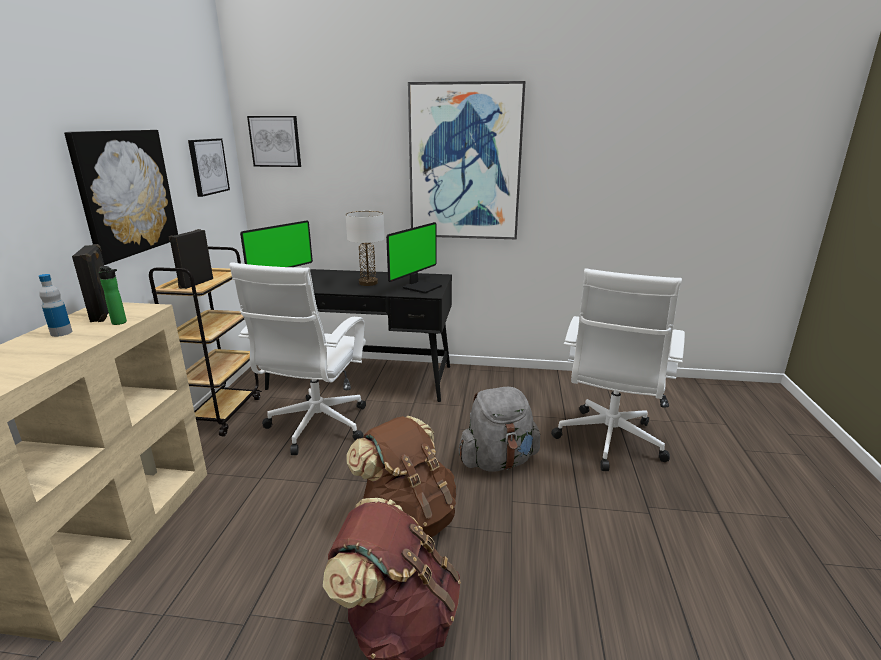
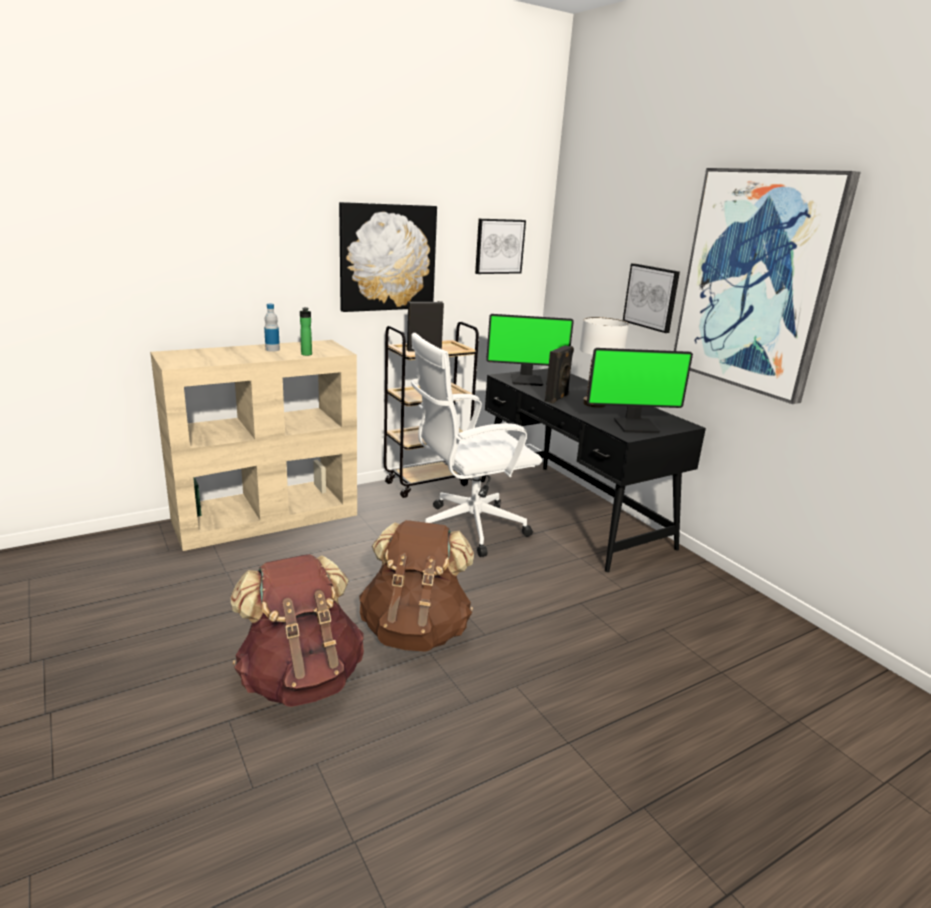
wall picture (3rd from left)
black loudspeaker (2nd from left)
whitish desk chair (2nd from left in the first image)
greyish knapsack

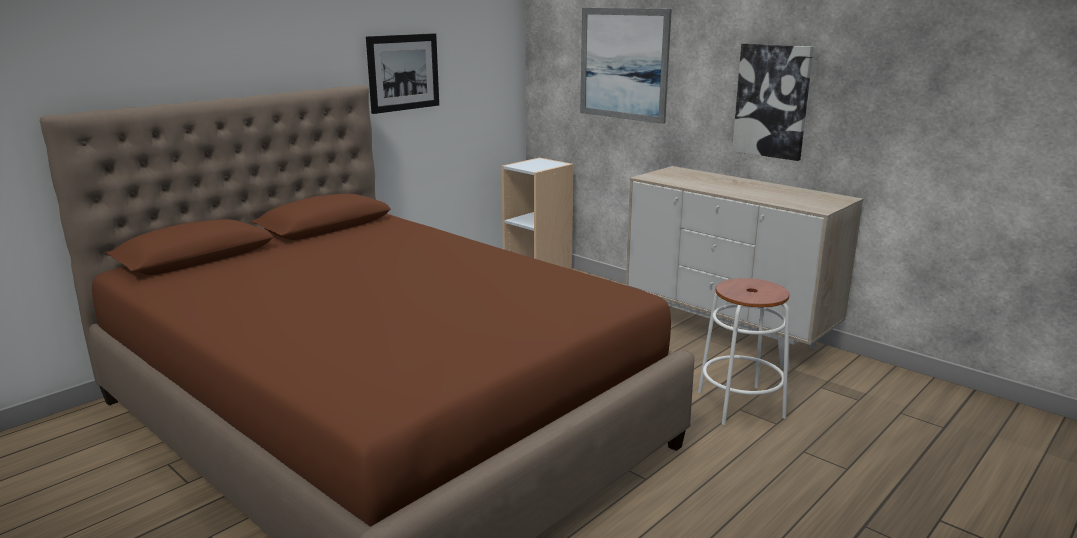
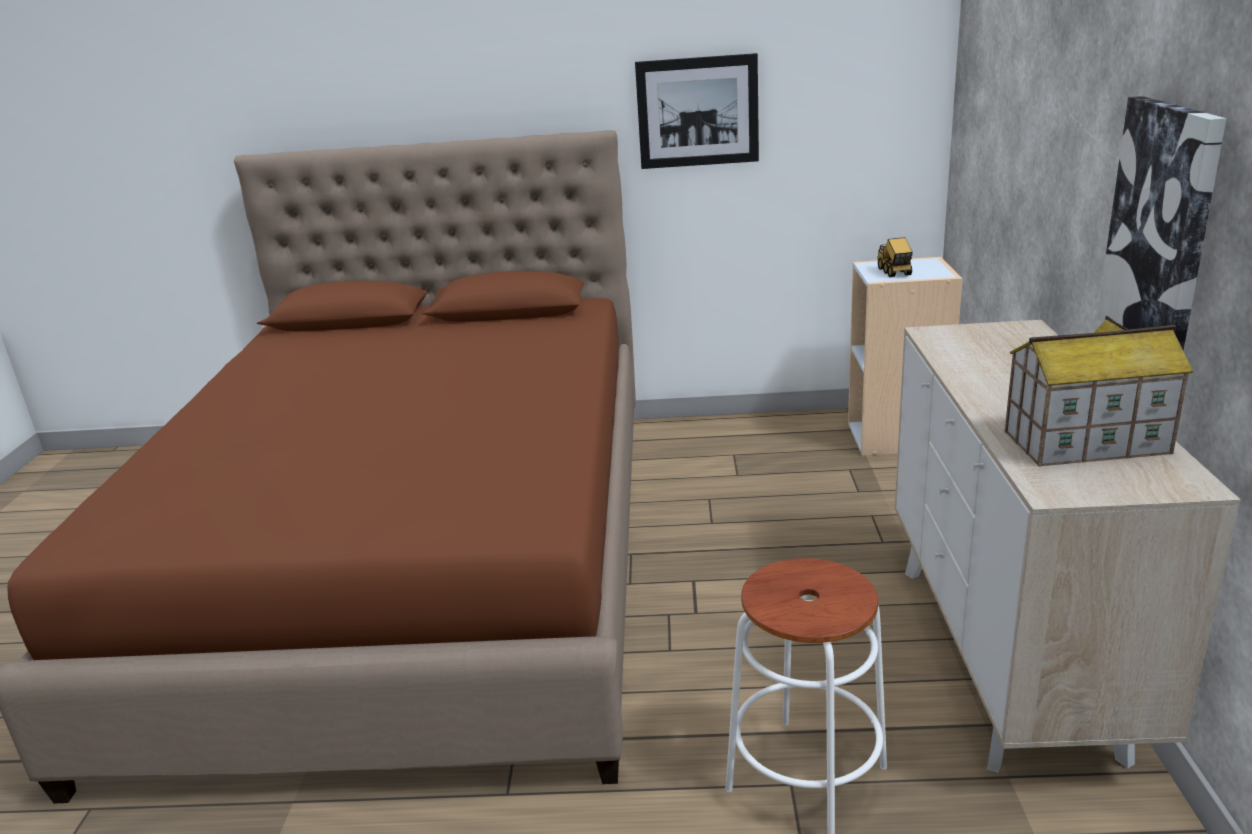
wall picture (2nd from left in the first image)
toy lorry
miniature house

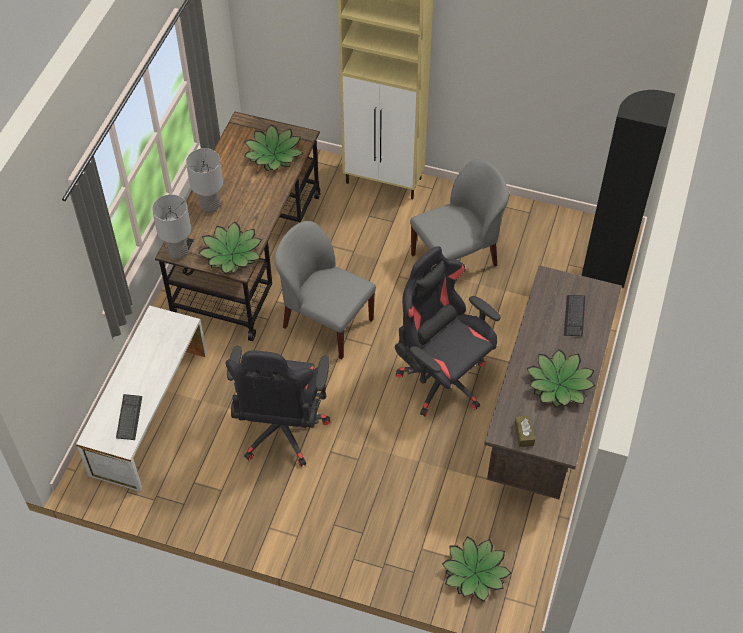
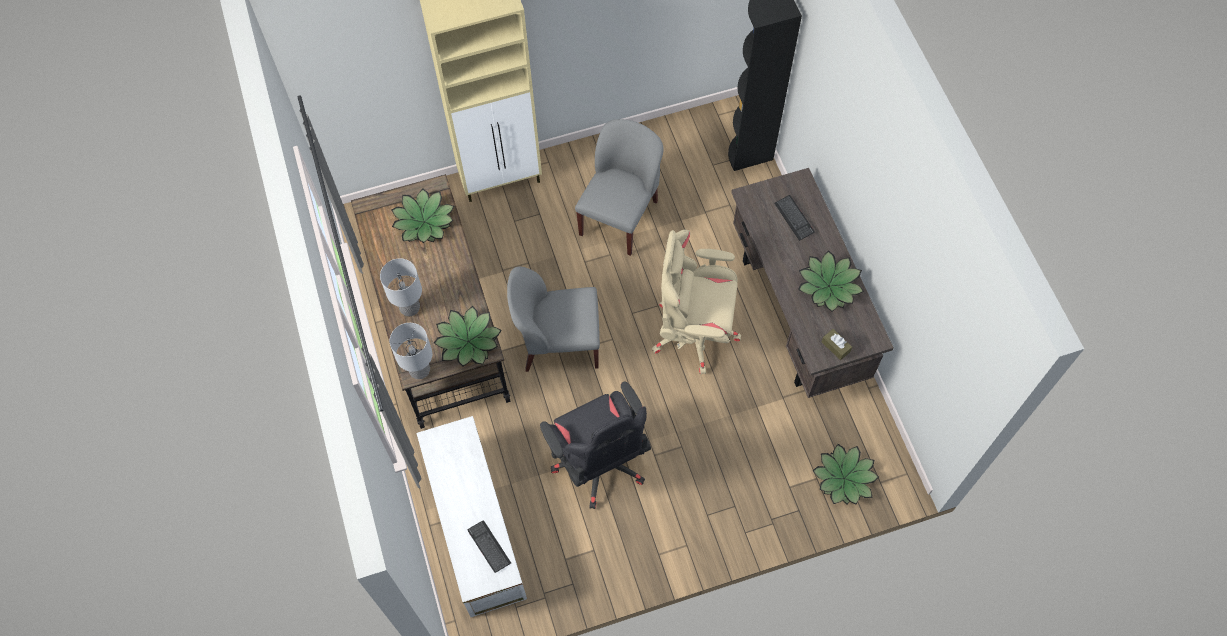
sand-coloured desk chair

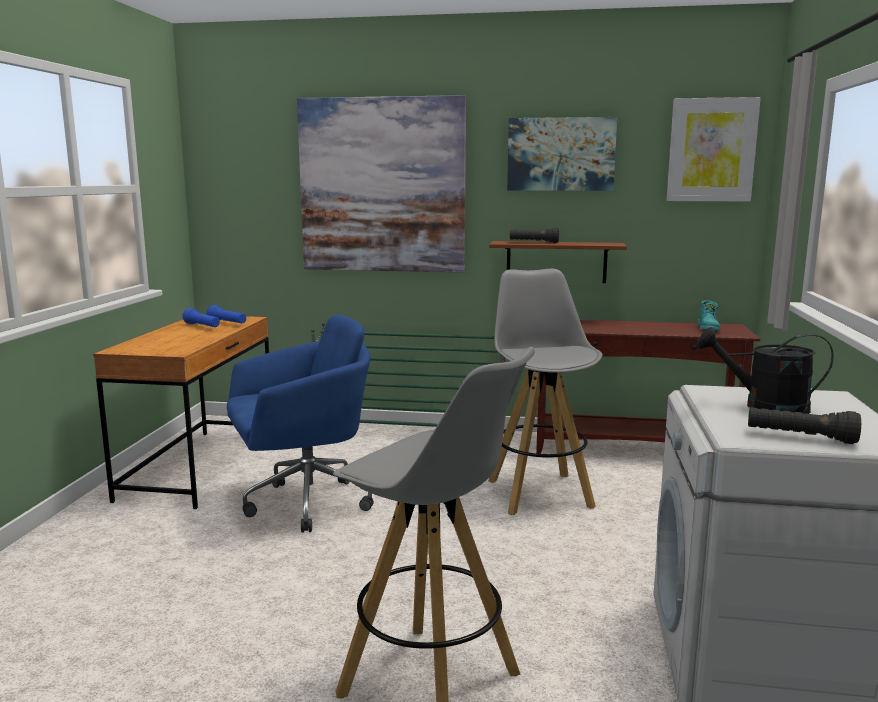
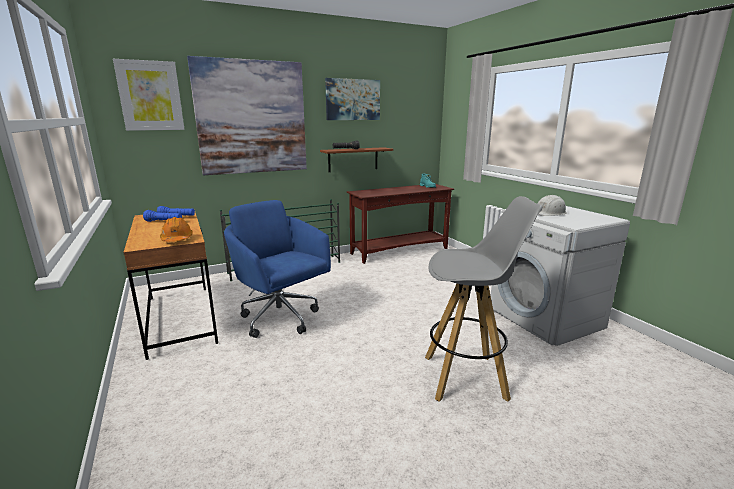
wall picture (1st from left)
greyish stool seat (2nd from left in the first image)
blue desk chair
whitish work helmet
black hand torch (2nd from left in the first image)
orange-coloured work helmet

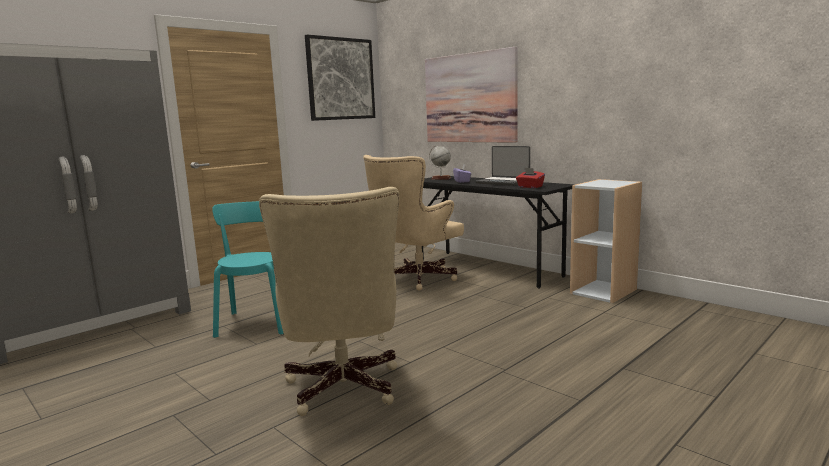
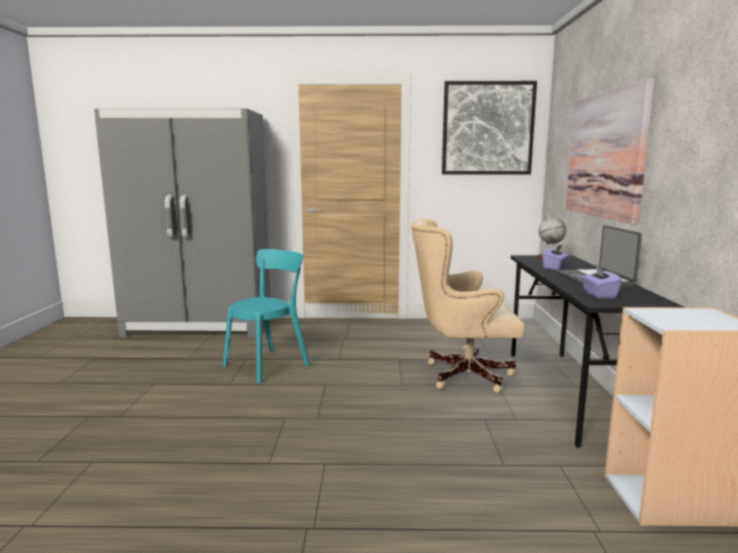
purplish box of tissues (2nd from left)
sand-coloured desk chair (1st from left in the first image)

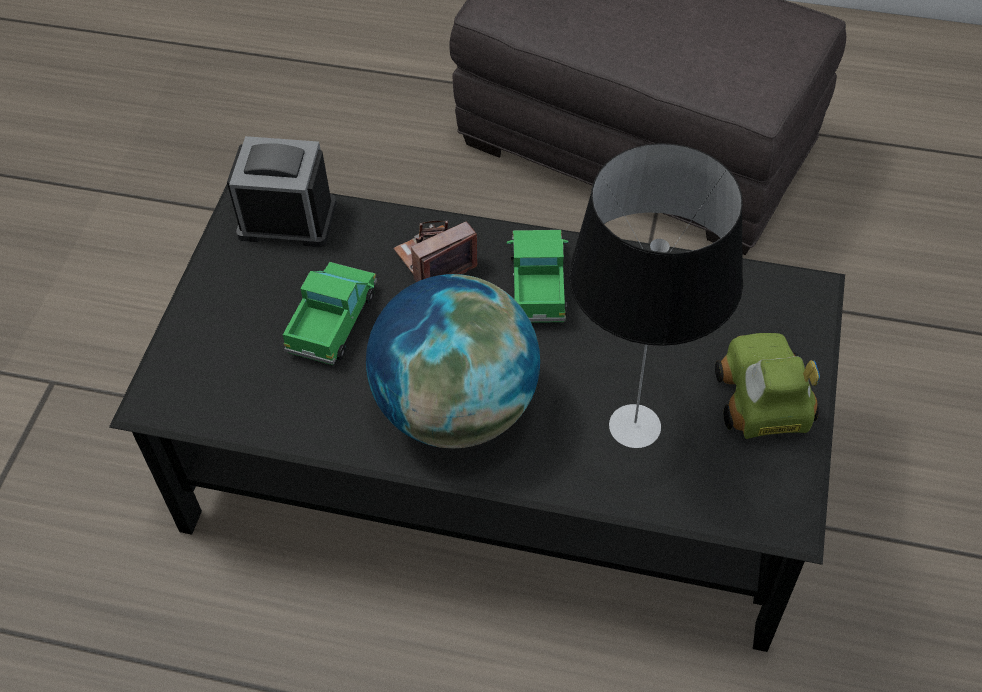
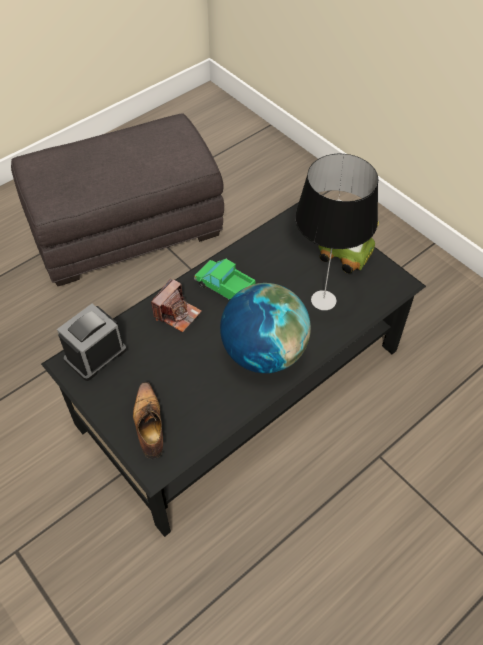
photo camera
toy lorry (1st from left in the first image)
low shoe

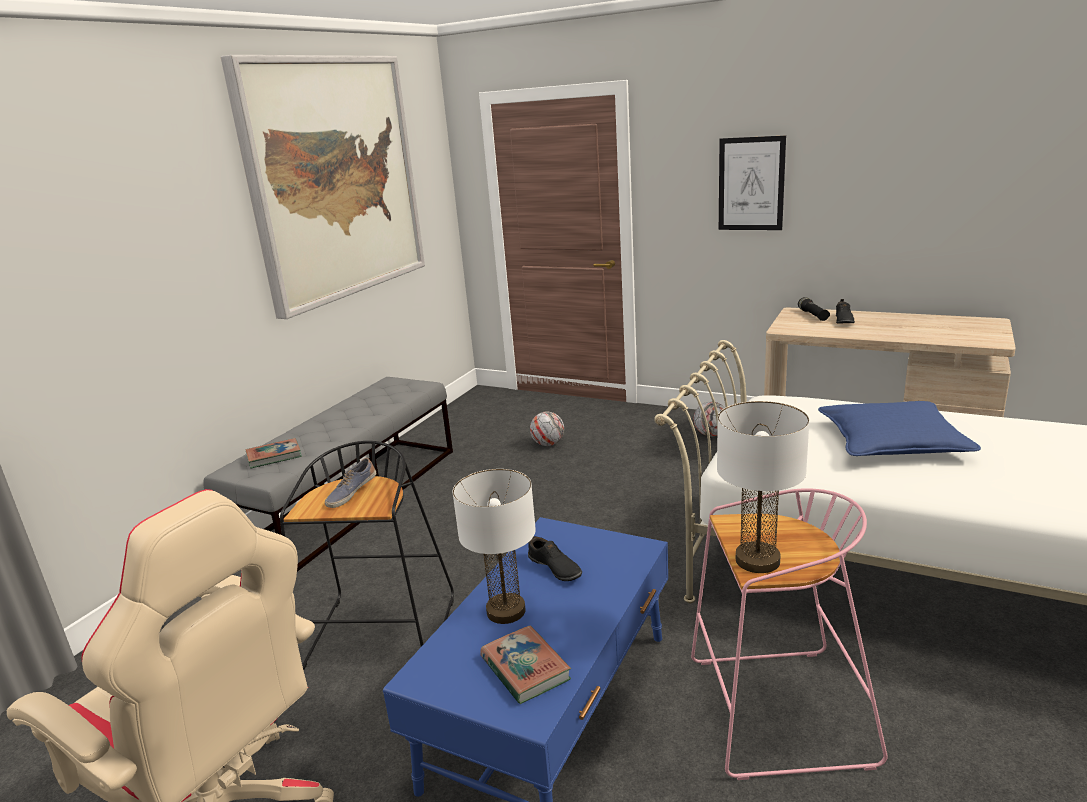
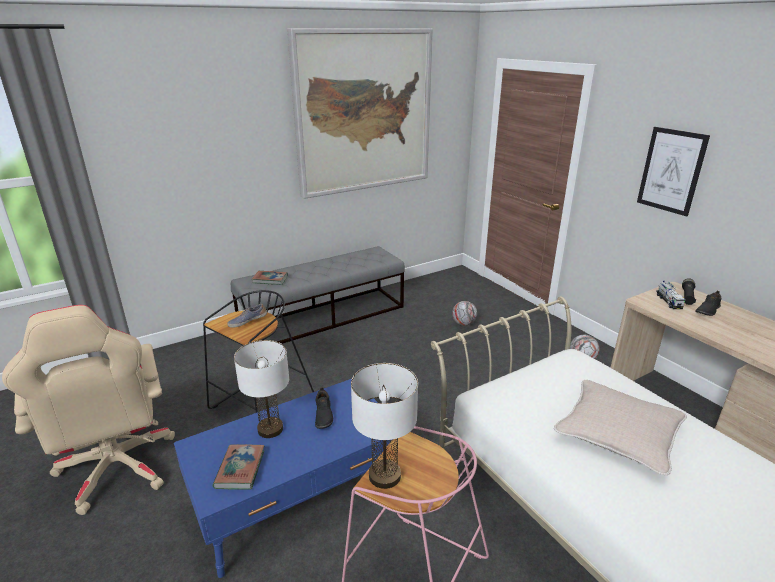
sand-coloured throw pillow
toy lorry

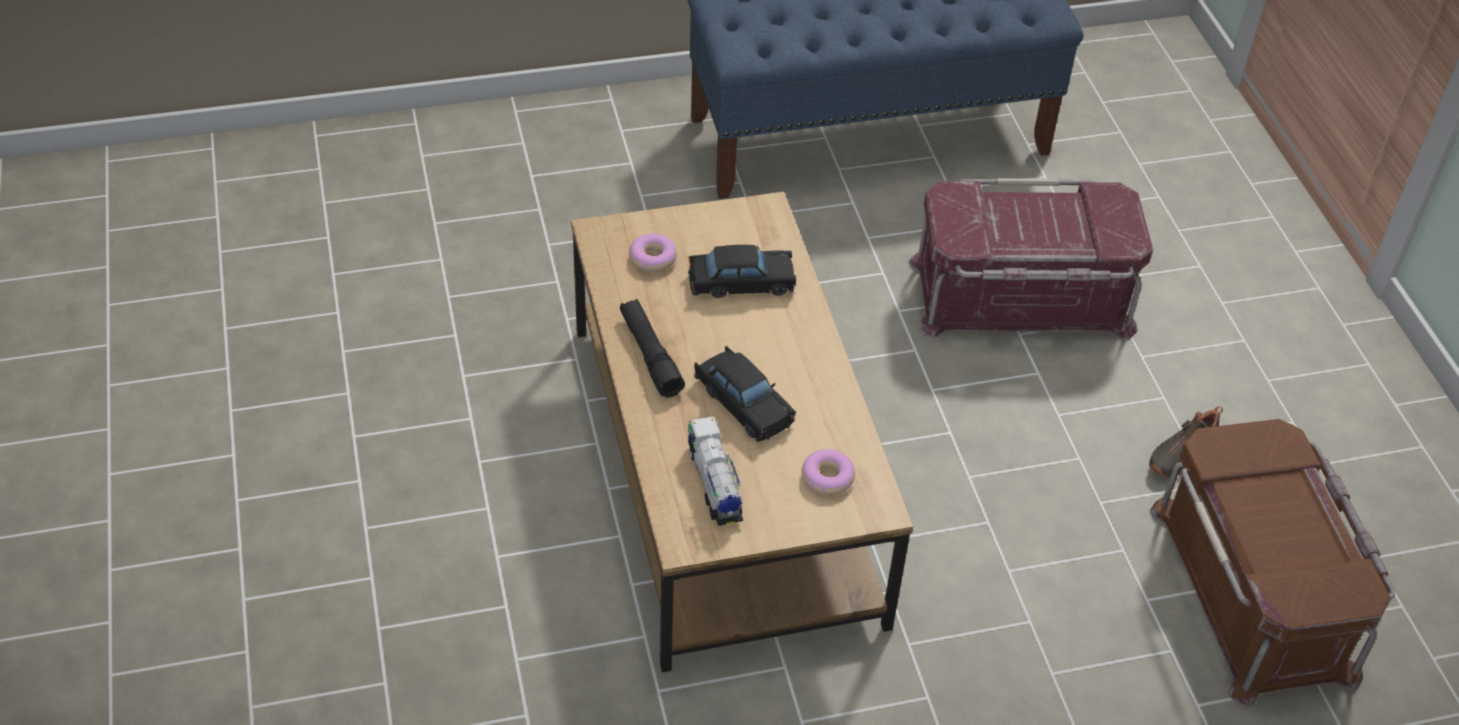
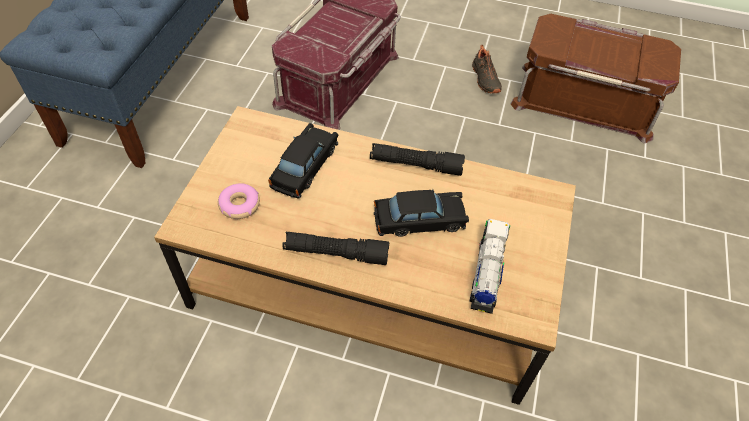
toy lorry
donut (2nd from left in the first image)
black hand torch (2nd from left)

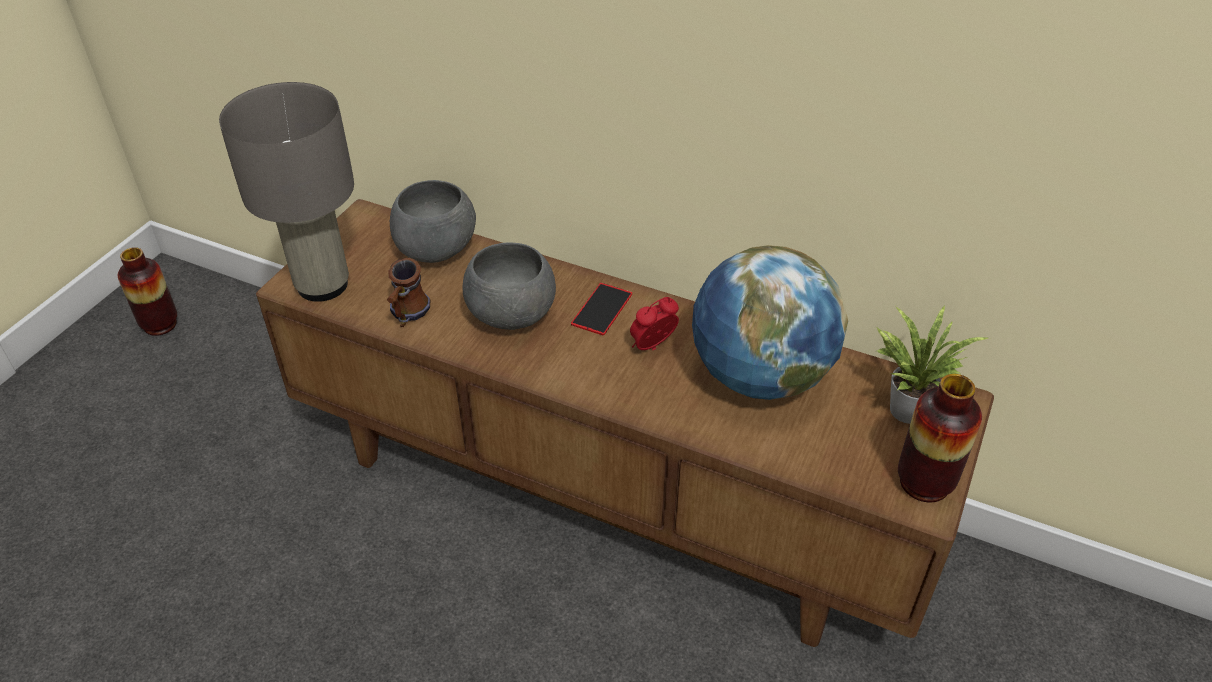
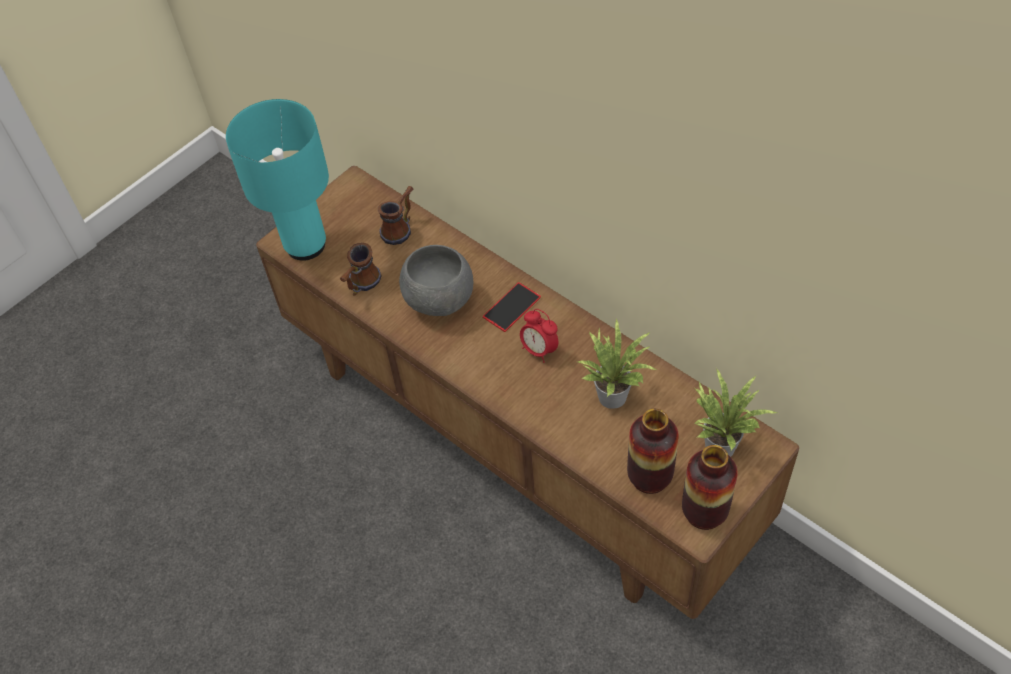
turquoise-coloured tabletop lamp
tea mug (2nd from left)
plant in a pot (1st from left)
flower vase (1st from left)
table clock

